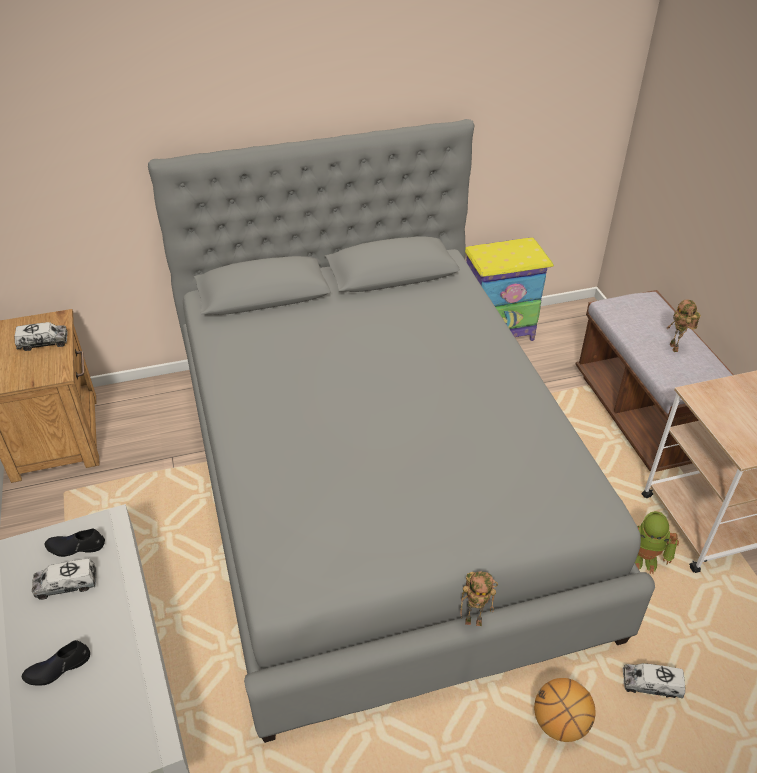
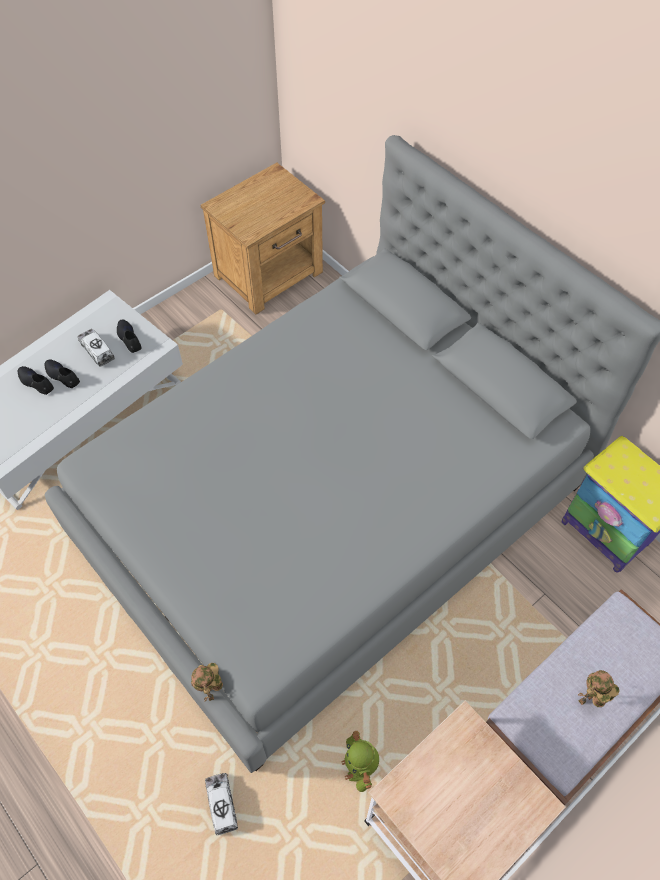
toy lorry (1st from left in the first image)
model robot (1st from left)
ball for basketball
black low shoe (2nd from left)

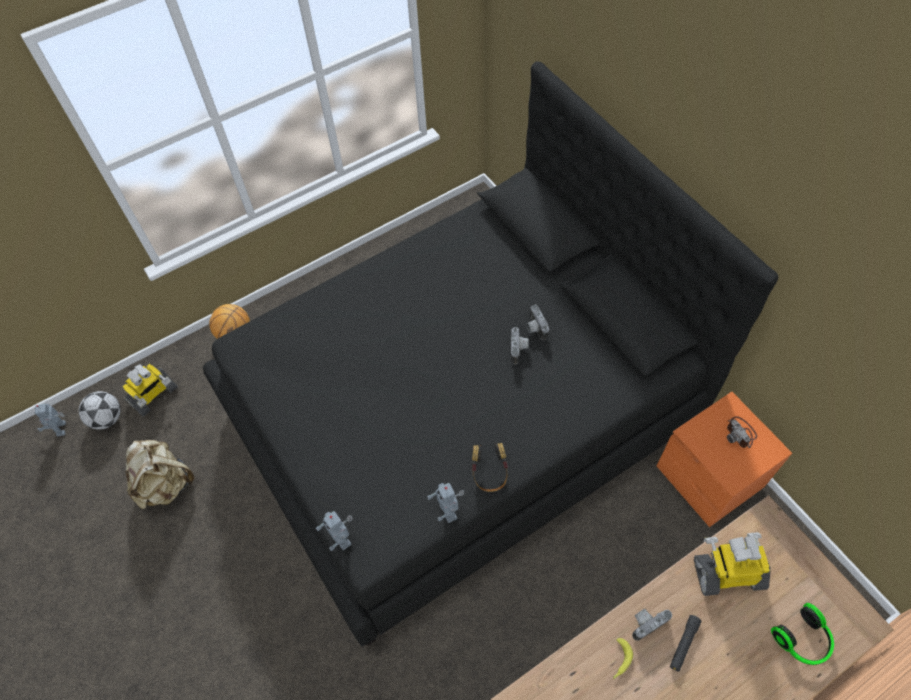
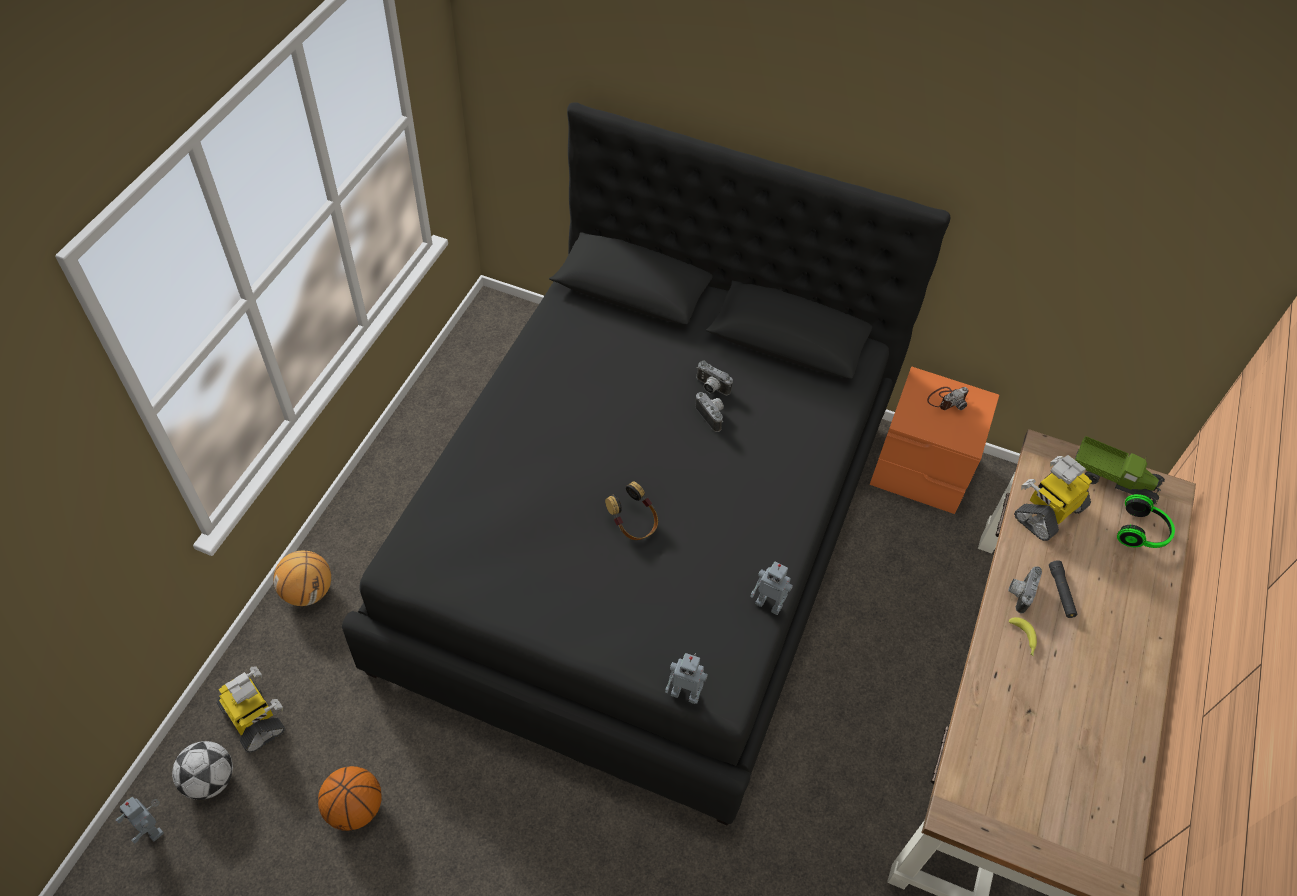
model robot (2nd from left)
photo camera (3rd from left)
ball for basketball (2nd from left)
headset (1st from left)
toy lorry

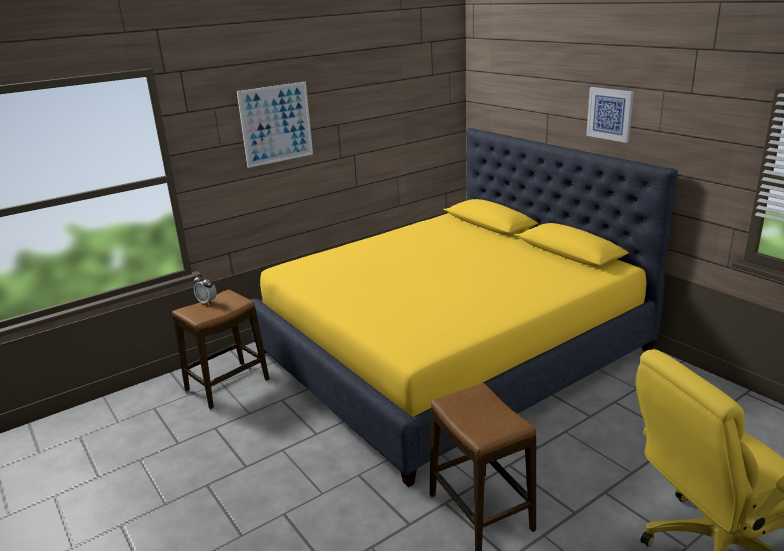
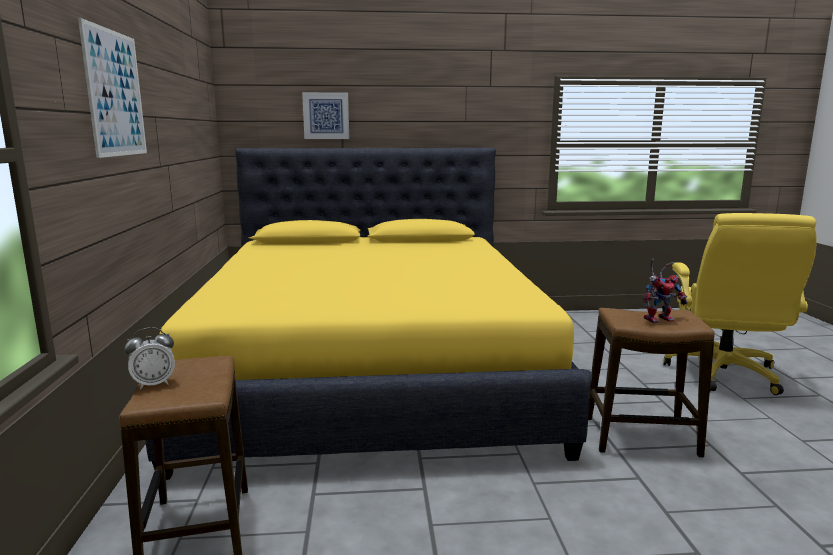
wall picture (2nd from left)
model robot

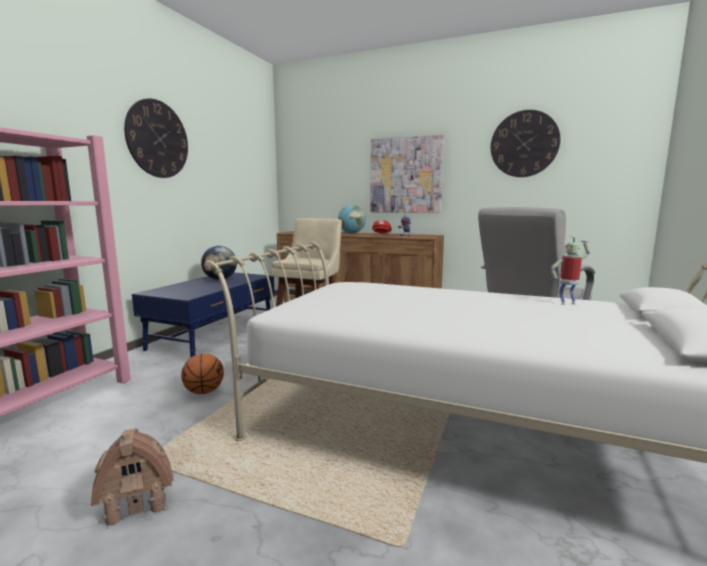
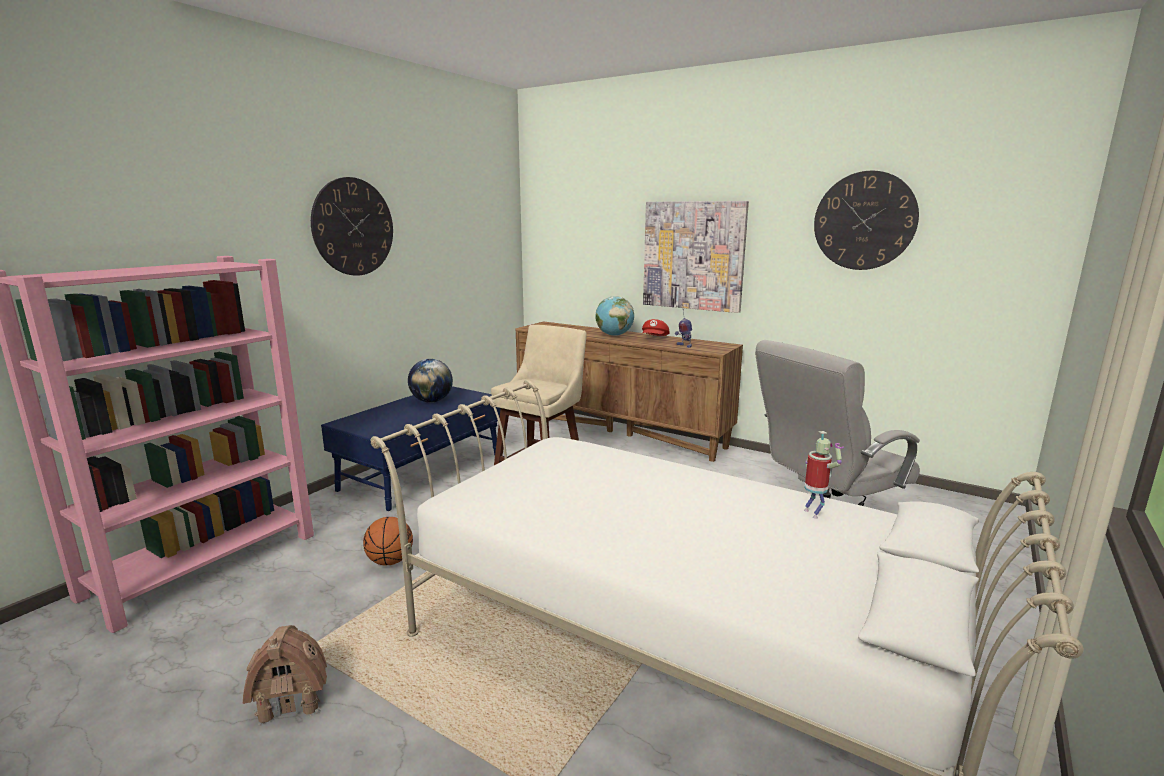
model robot (2nd from left)

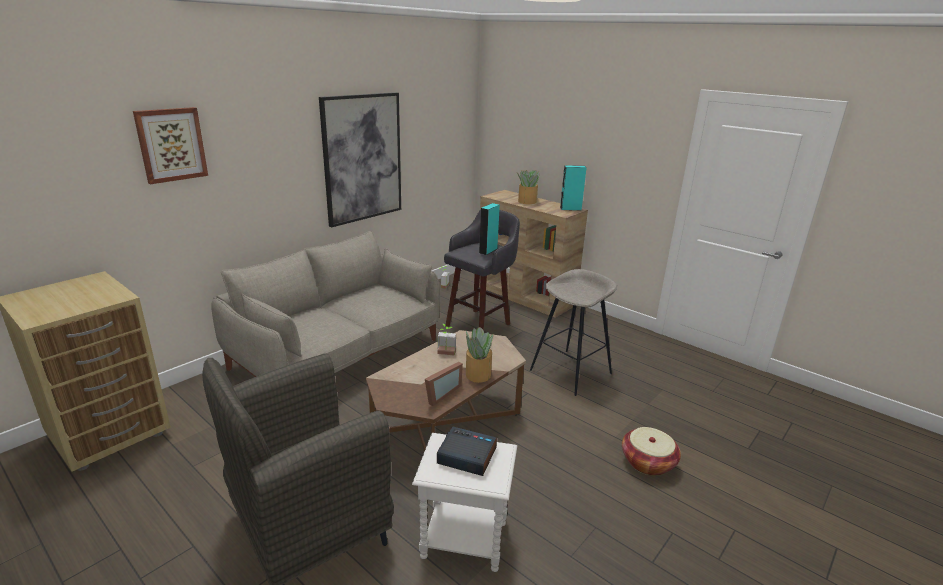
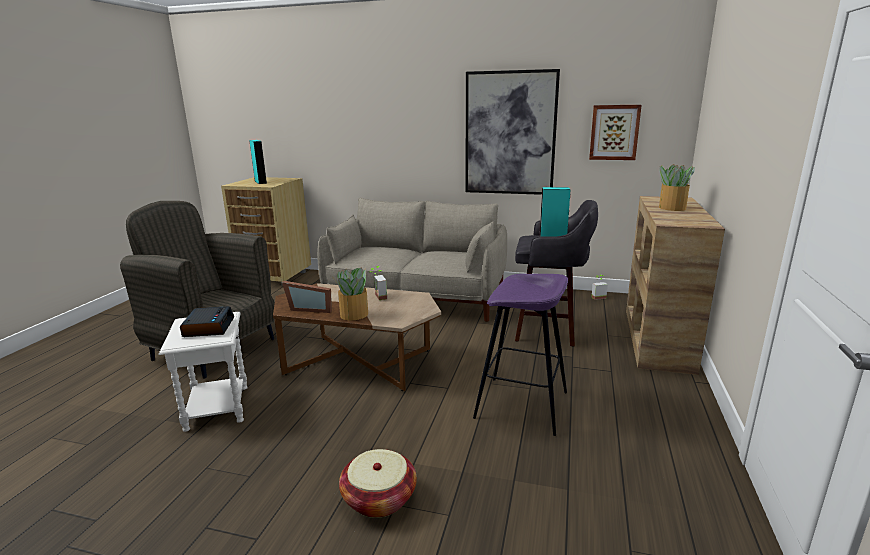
wall picture (2nd from left)
turquoise-coloured loudspeaker (1st from left)
purplish stool seat

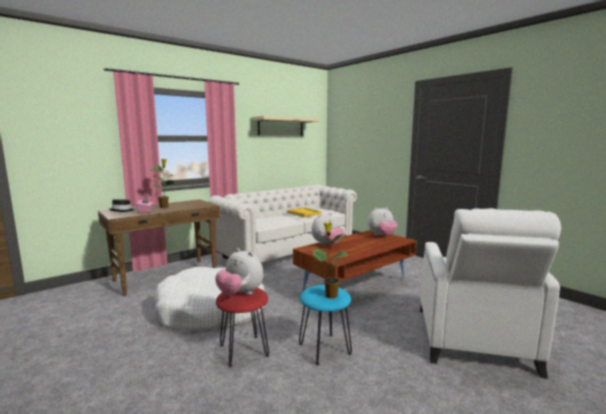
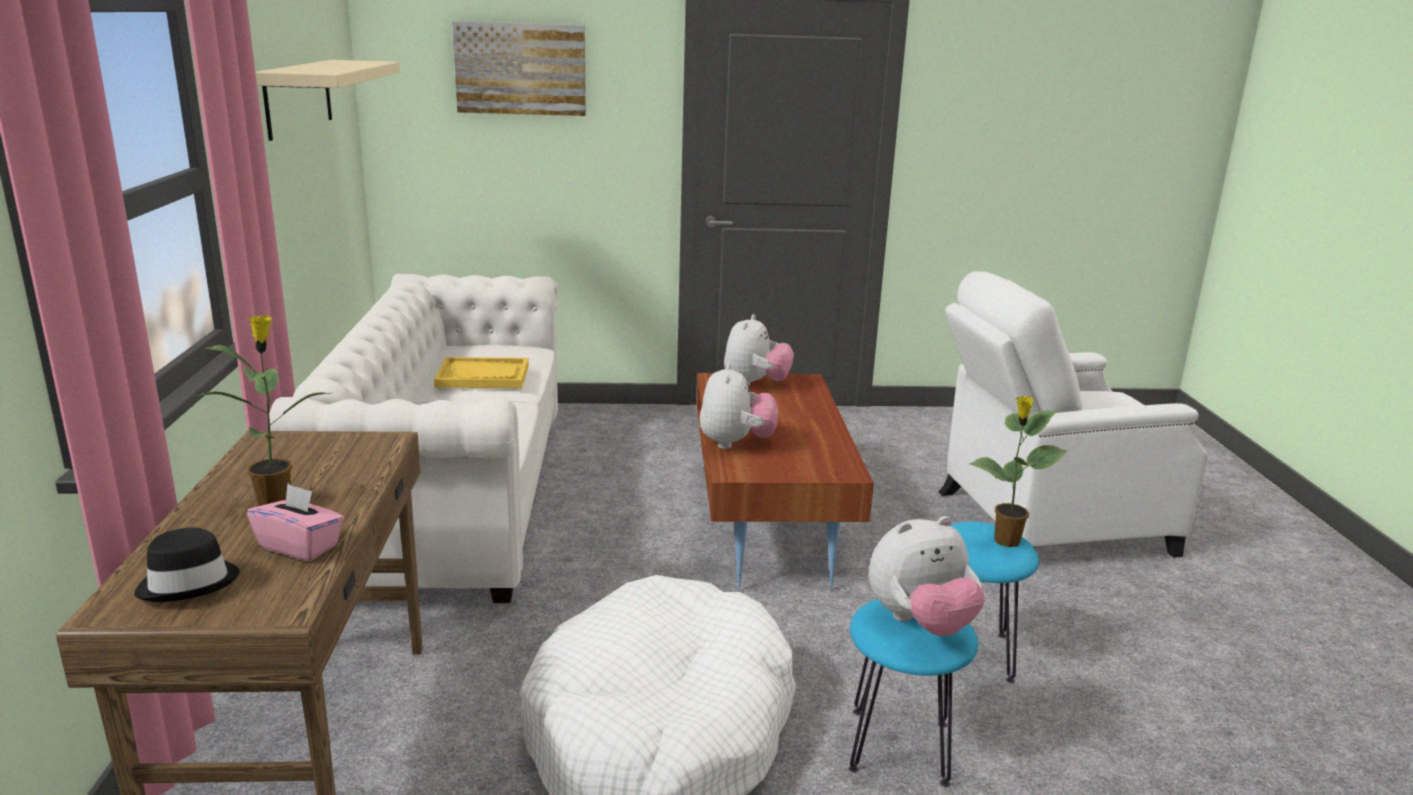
whitish armchair
turquoise-coloured stool seat (1st from left)
wall picture

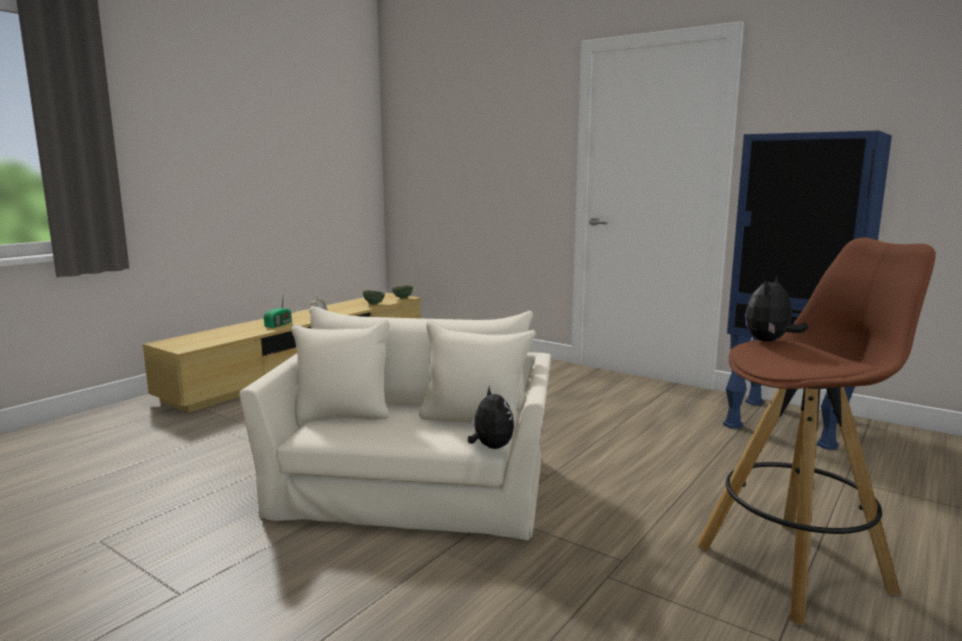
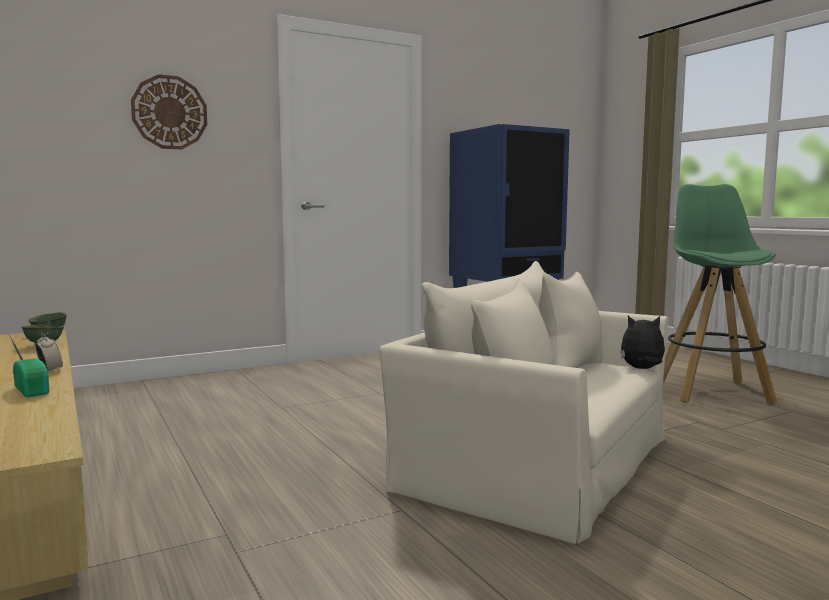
greenish stool seat
soft toy (2nd from left in the first image)
clock on the wall

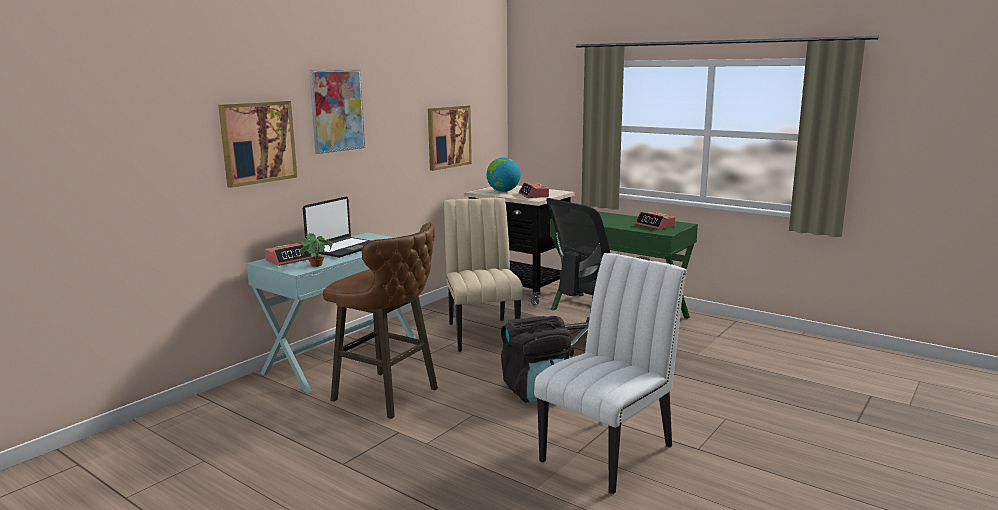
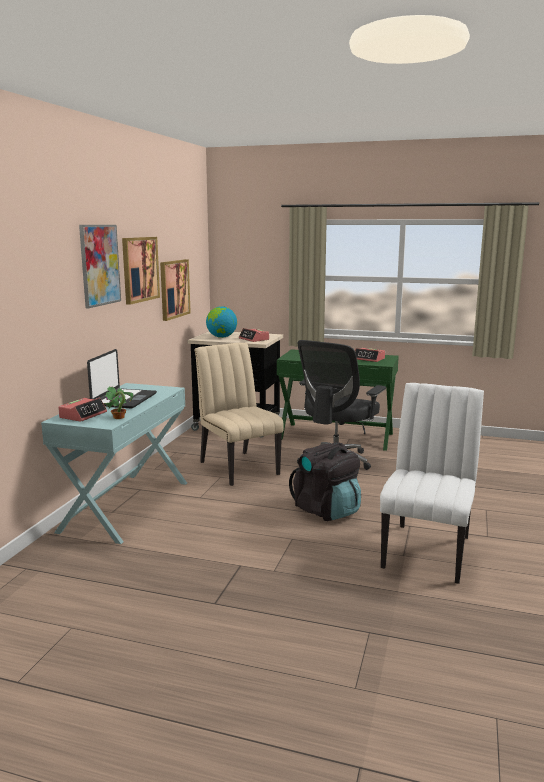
wall picture (2nd from left)
brown stool seat

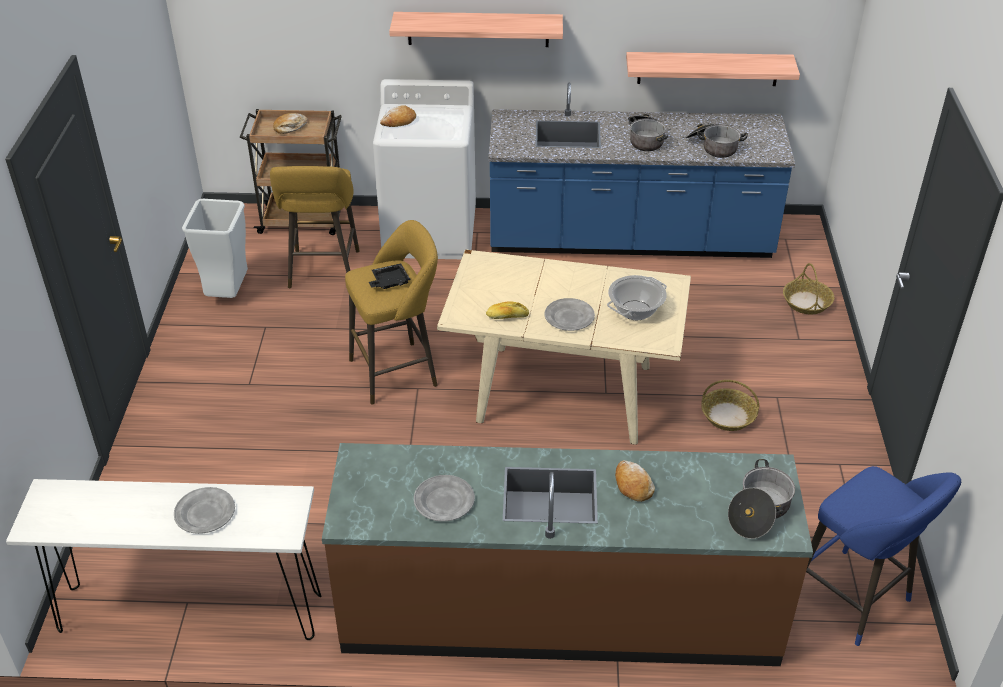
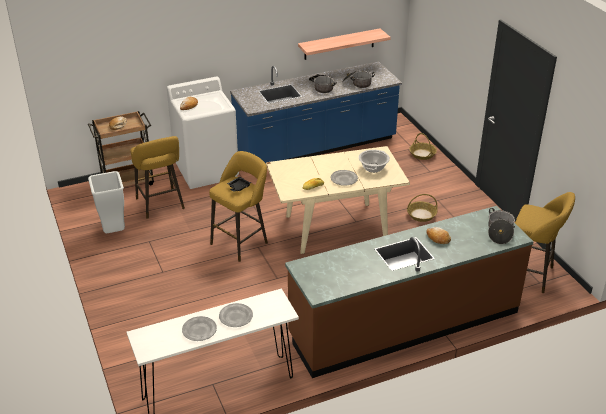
bracket shelf (1st from left in the first image)
yellow stool seat (3rd from left)
greyish dinner plate (1st from left)

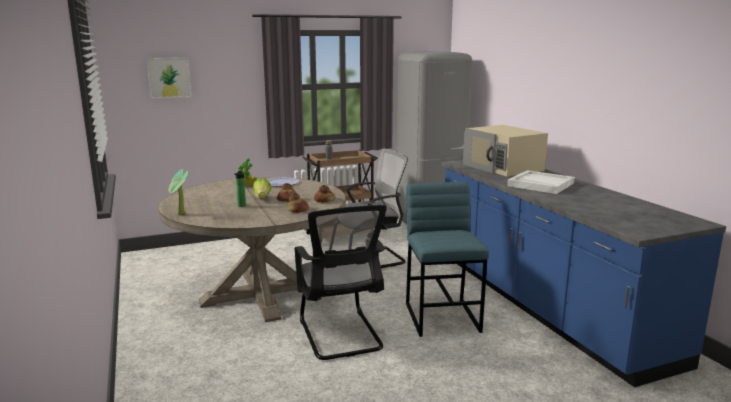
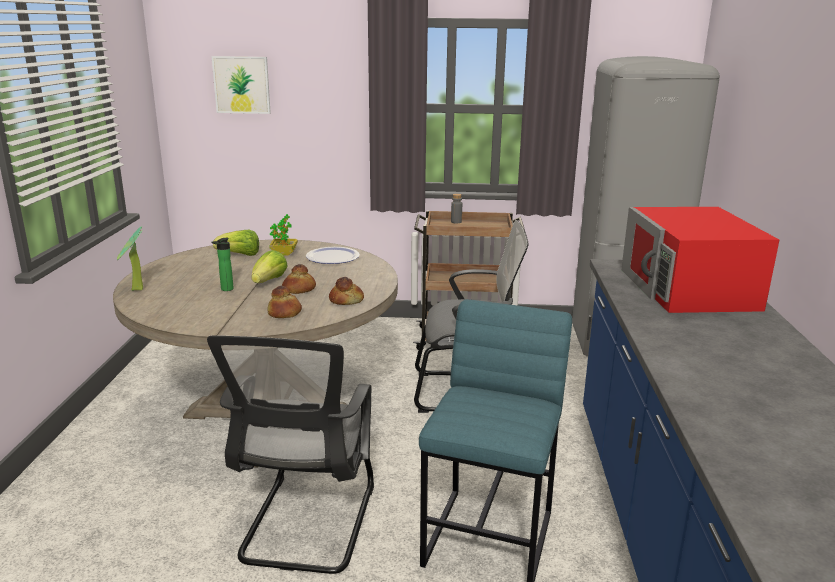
red microwave oven
whitish serving tray
lettuce (1st from left)

